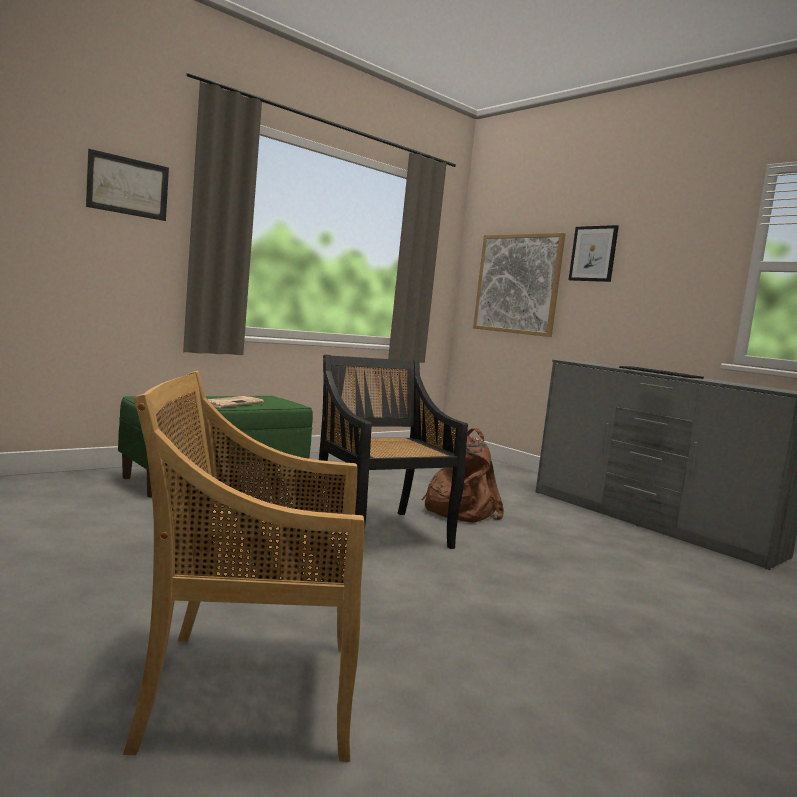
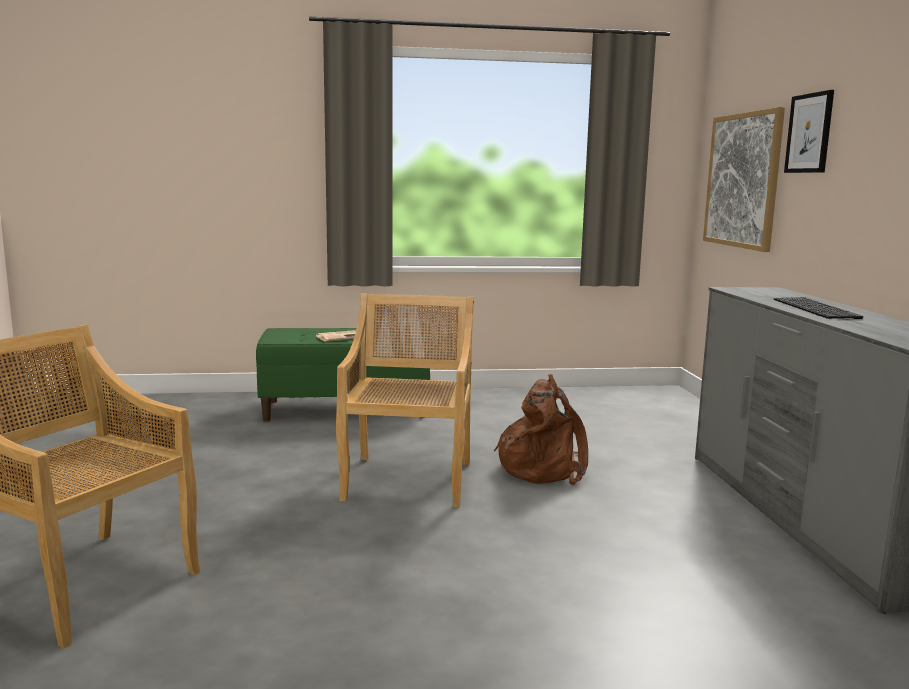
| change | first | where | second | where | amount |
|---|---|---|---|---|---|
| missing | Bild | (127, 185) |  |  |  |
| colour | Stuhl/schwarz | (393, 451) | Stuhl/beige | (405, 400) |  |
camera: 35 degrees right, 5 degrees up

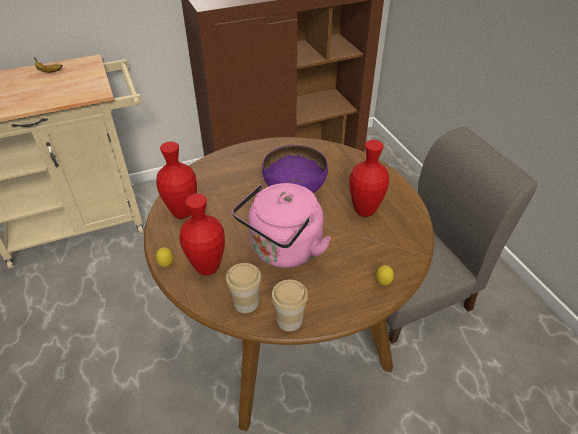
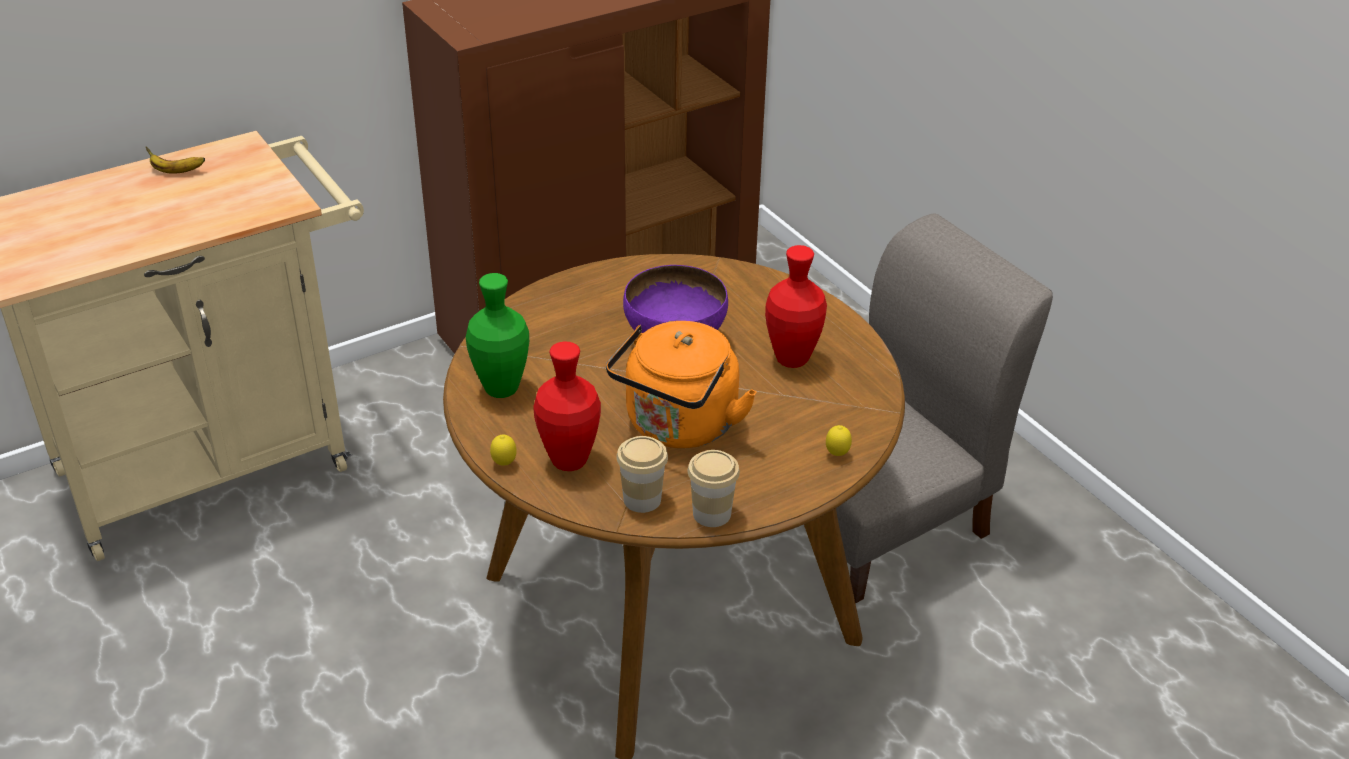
| change | first | where | second | where | amount |
|---|---|---|---|---|---|
| colour | Vase/rot | (176, 180) | Vase/grün | (497, 335) |  |
| colour | Wasserkessel/rosa | (281, 225) | Wasserkessel/orange | (681, 384) |  |
camera: 10 degrees left, 5 degrees down

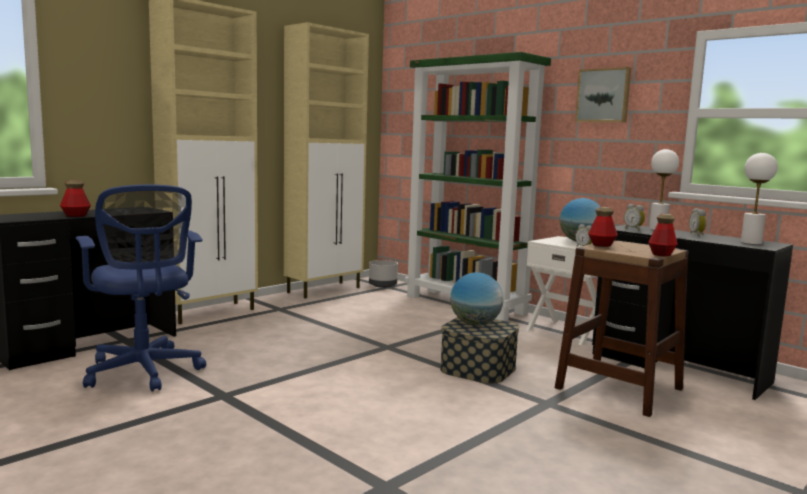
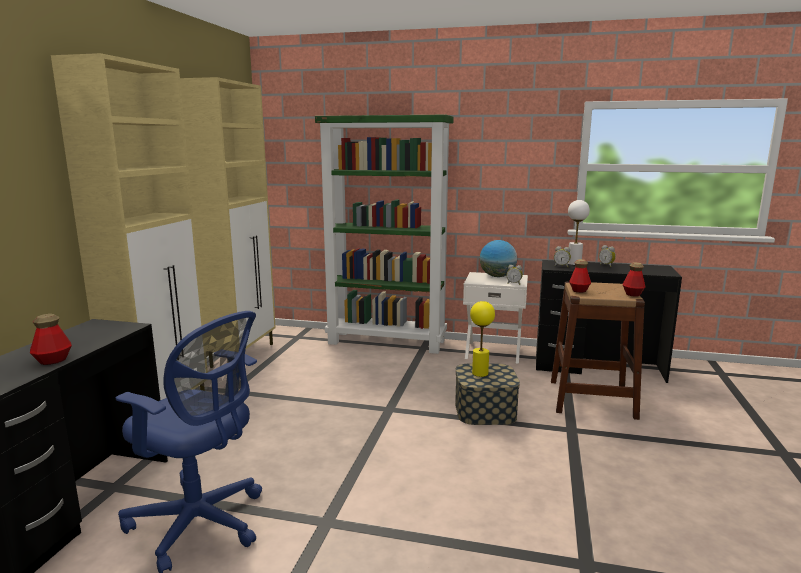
| change | first | where | second | where | amount |
|---|---|---|---|---|---|
| missing | Pflanzkübel/grau | (383, 274) |  |  |  |
| missing | Bild | (603, 94) |  |  |  |
| missing | Tischlampe/weiß | (759, 199) |  |  |  |
| exchanged | Globus | (476, 299) | Tischlampe/gelb | (482, 339) |  |
camera: 30 degrees left, 5 degrees up

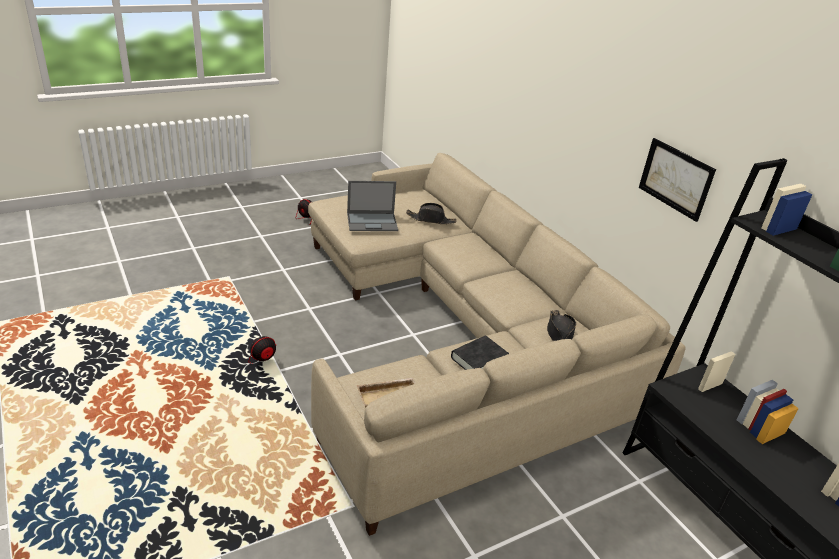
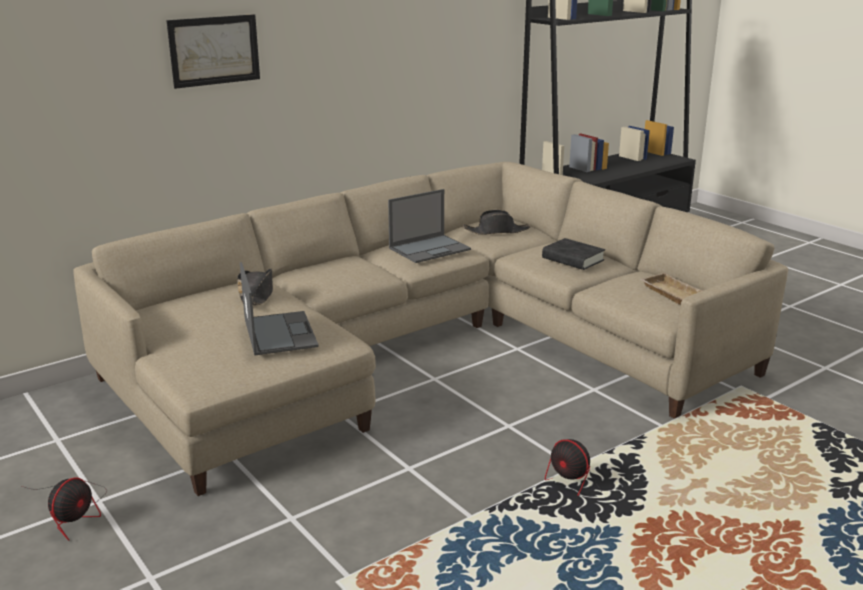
| change | first | where | second | where | amount |
|---|---|---|---|---|---|
| appeared |  |  | Laptop | (429, 226) |  |
| relocated | Bild | (677, 180) |  | (213, 51) |  |
camera: 95 degrees left, 10 degrees down

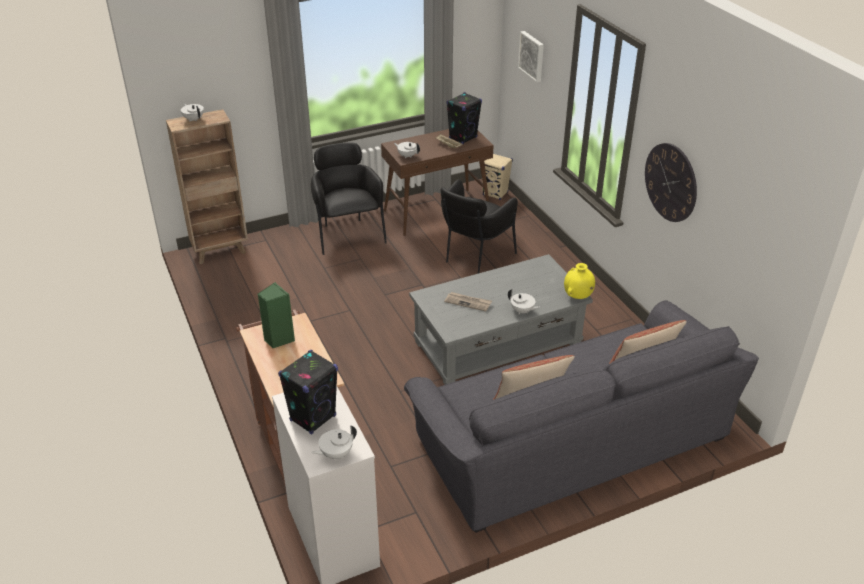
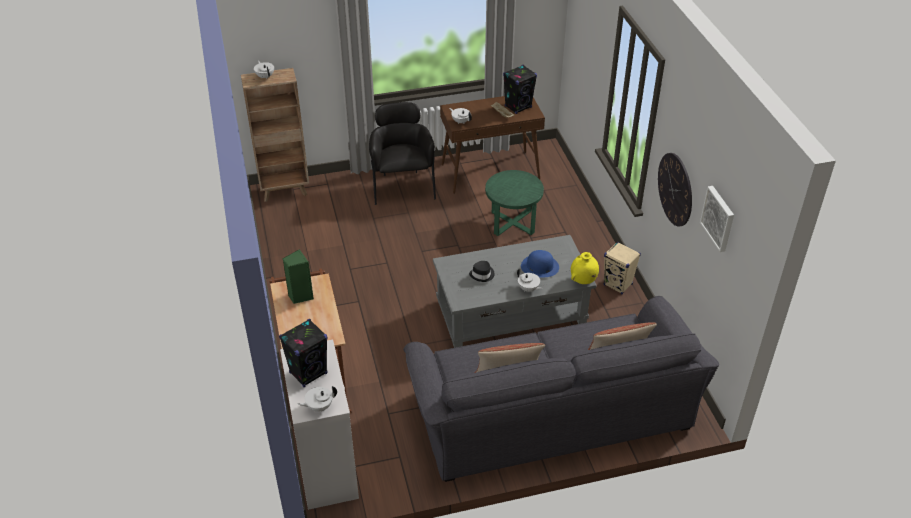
| change | first | where | second | where | amount |
|---|---|---|---|---|---|
| appeared |  |  | Hut/blau | (540, 264) |  |
| relocated | Lautsprecher/beige | (497, 177) |  | (622, 268) |  |
| relocated | Bild | (531, 56) |  | (717, 219) |  |
| exchanged | Sessel/schwarz | (479, 226) | Beistelltisch/grün | (514, 203) |  |
| exchanged | Zeitung | (468, 301) | Hut/schwarz | (481, 271) |  |
camera: 10 degrees right, 5 degrees up

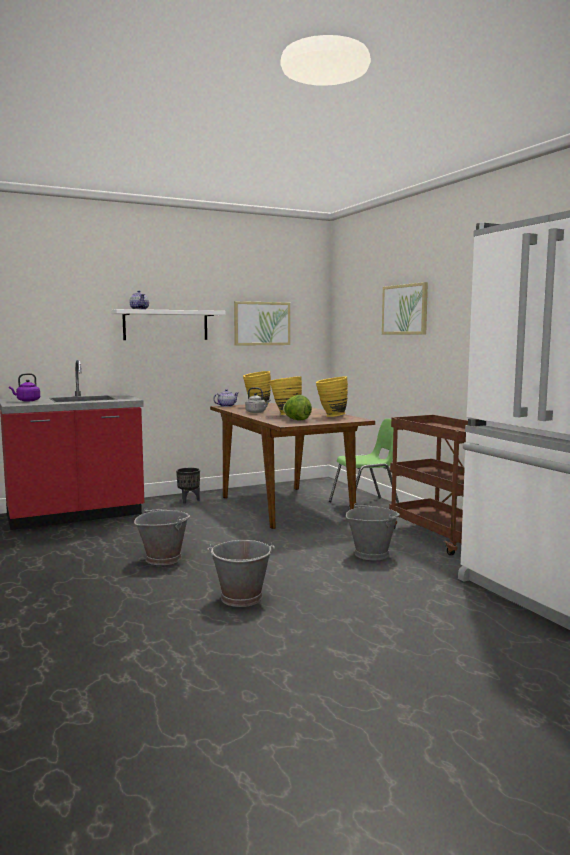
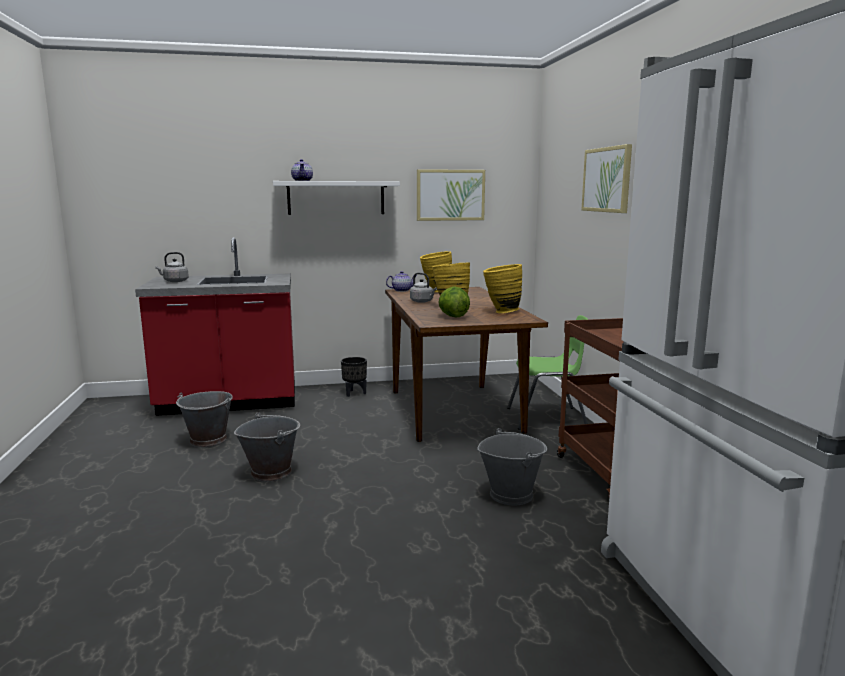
| change | first | where | second | where | amount |
|---|---|---|---|---|---|
| relocated | Eimer/grau | (241, 573) |  | (204, 419) |  |
| colour | Wasserkessel/lila | (24, 387) | Wasserkessel/grau | (172, 267) |  |
camera: 15 degrees right, 5 degrees up

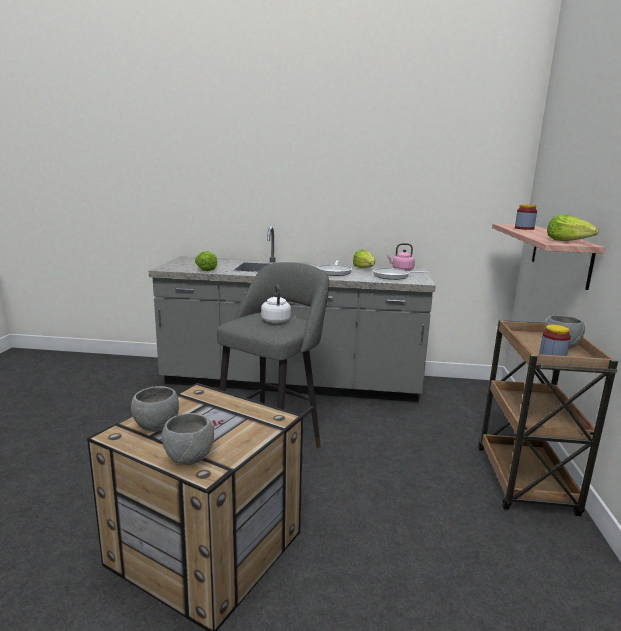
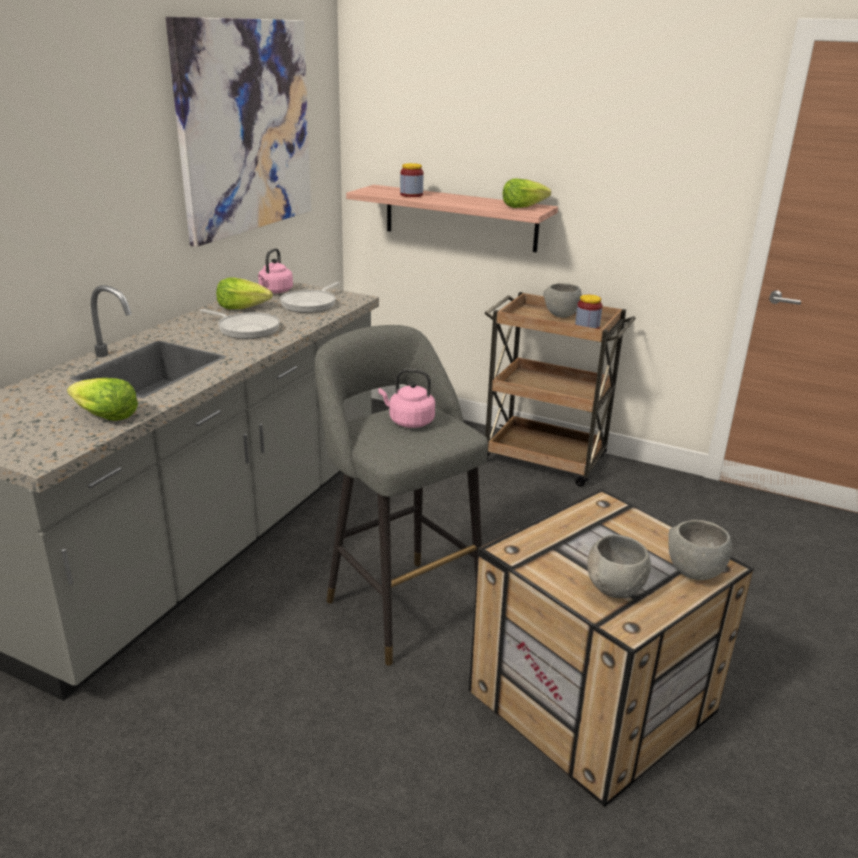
| change | first | where | second | where | amount |
|---|---|---|---|---|---|
| appeared |  |  | Bild | (238, 132) |  |
| colour | Wasserkessel/weiß | (276, 304) | Wasserkessel/rosa | (407, 398) |  |
camera: 70 degrees left, 10 degrees up

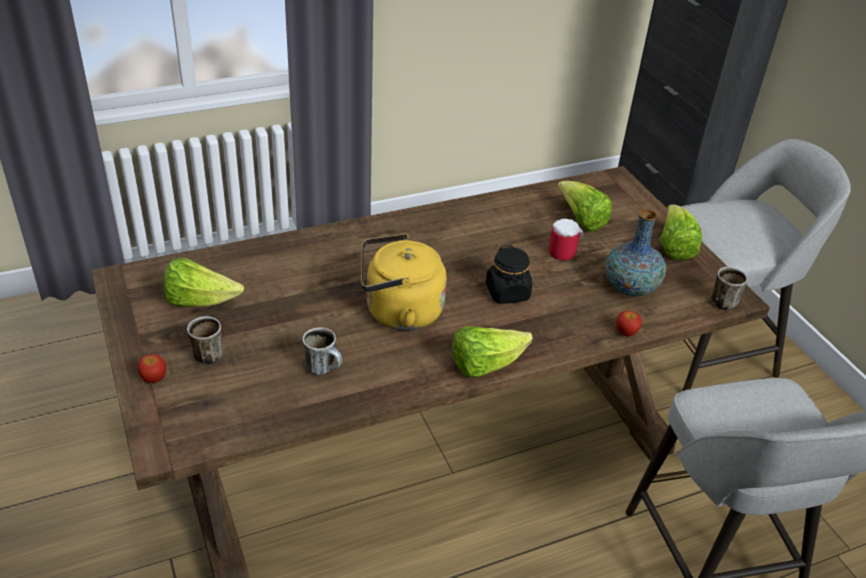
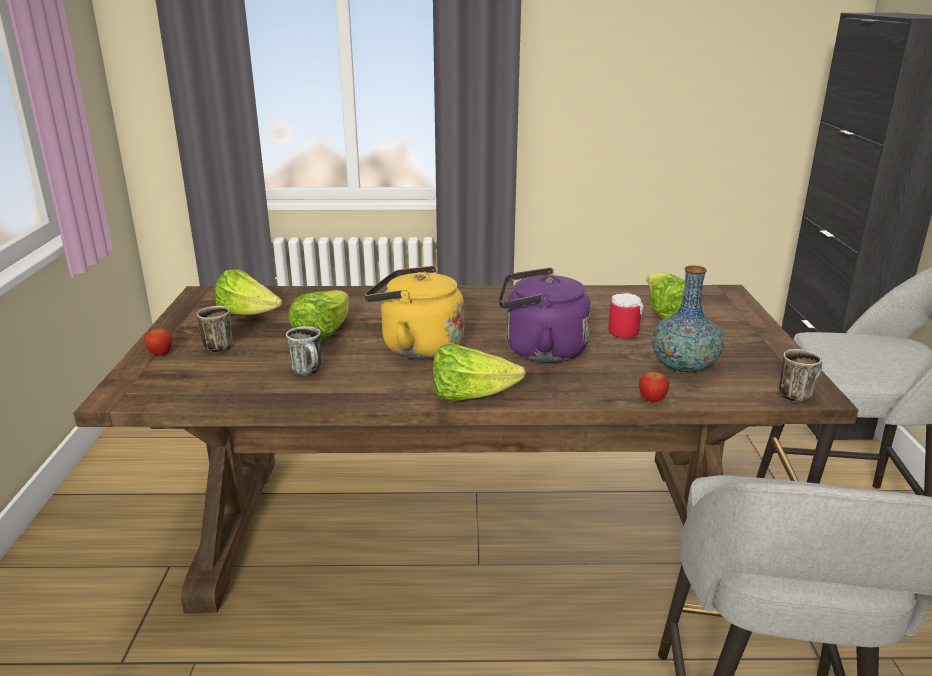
| change | first | where | second | where | amount |
|---|---|---|---|---|---|
| relocated | Salatkopf | (681, 232) |  | (318, 315) |  |
| exchanged | Vorratsglas/schwarz | (509, 274) | Wasserkessel/lila | (545, 315) |  |
camera: 25 degrees right, 15 degrees down

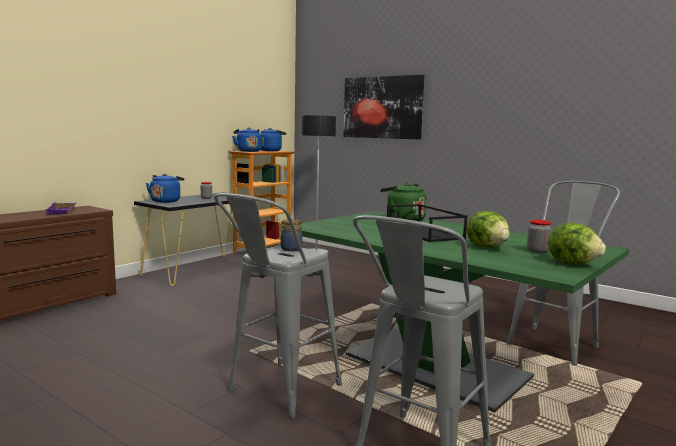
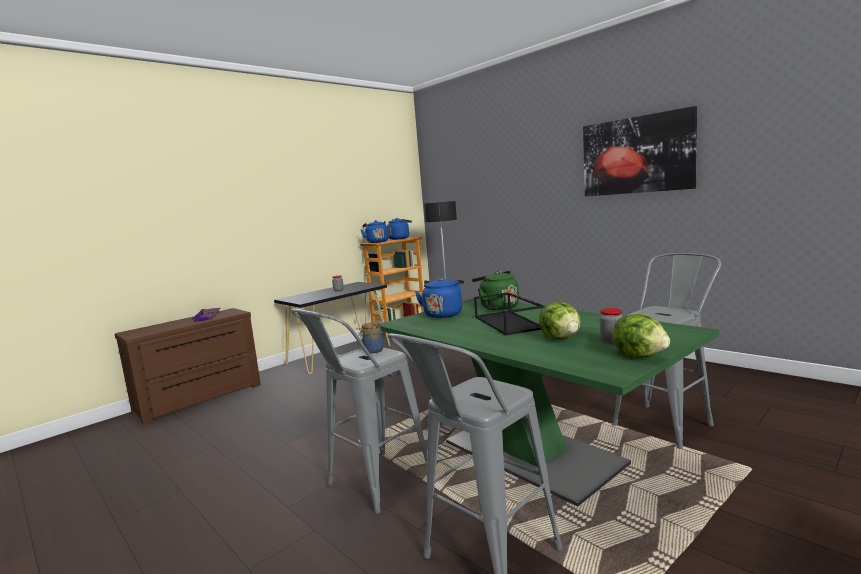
| change | first | where | second | where | amount |
|---|---|---|---|---|---|
| relocated | Wasserkessel/blau | (165, 188) |  | (439, 298) |  |
| relocated | Bild | (383, 107) |  | (640, 151) |  |
camera: 10 degrees right, 0 degrees up

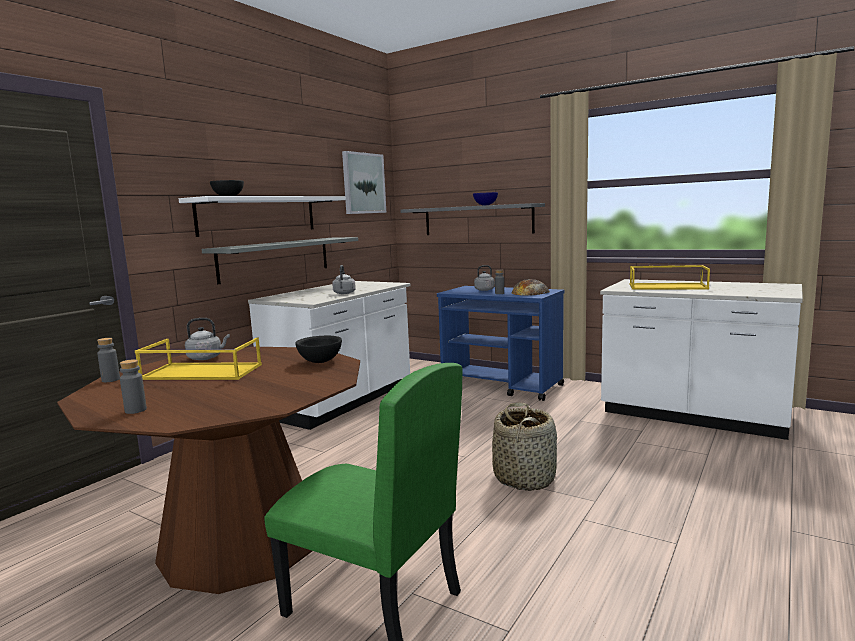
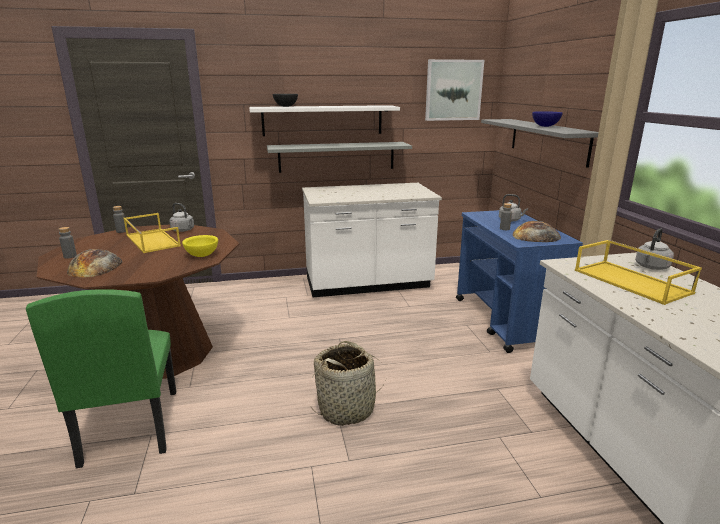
| change | first | where | second | where | amount |
|---|---|---|---|---|---|
| appeared |  |  | Brot | (95, 263) |  |
| relocated | Wasserkessel/grau | (344, 279) |  | (654, 249) |  |
| colour | Schüssel/schwarz | (318, 349) | Schüssel/gelb | (200, 246) |  |
camera: 45 degrees right, 10 degrees up

